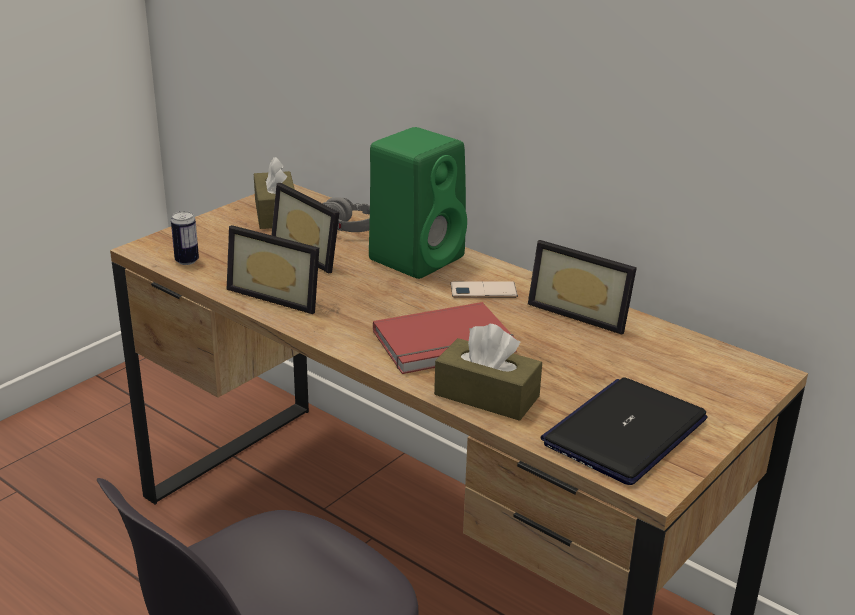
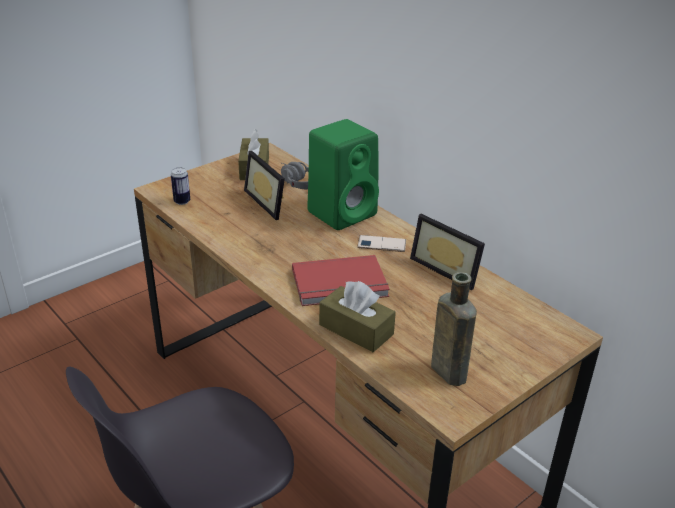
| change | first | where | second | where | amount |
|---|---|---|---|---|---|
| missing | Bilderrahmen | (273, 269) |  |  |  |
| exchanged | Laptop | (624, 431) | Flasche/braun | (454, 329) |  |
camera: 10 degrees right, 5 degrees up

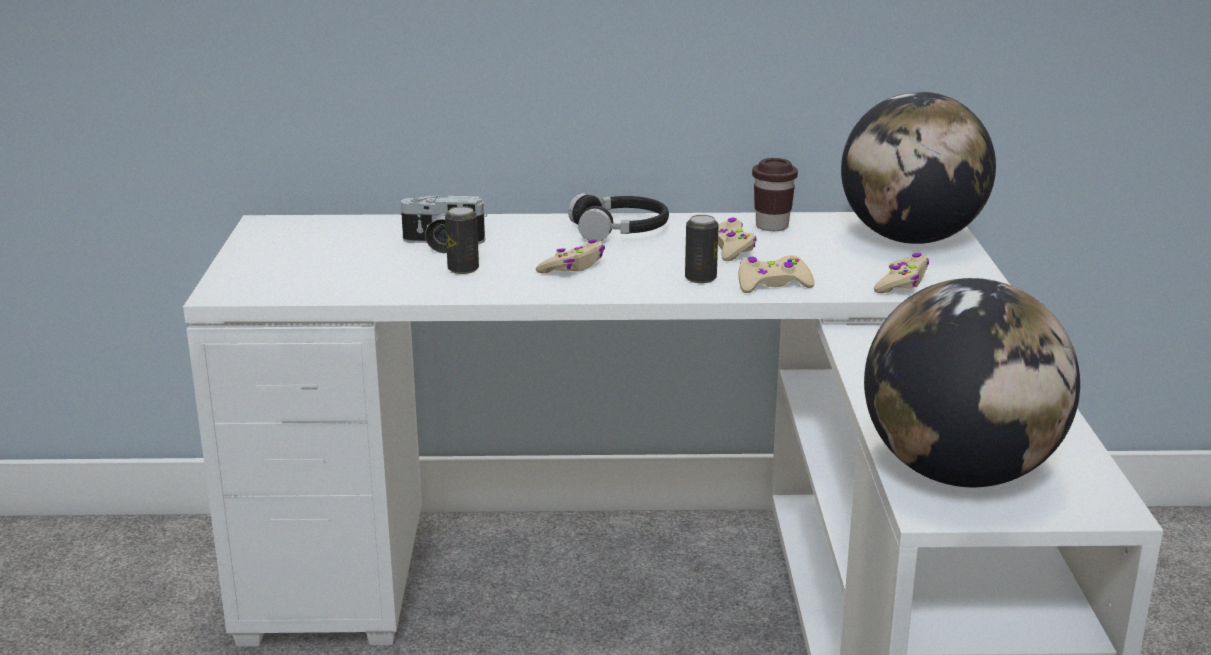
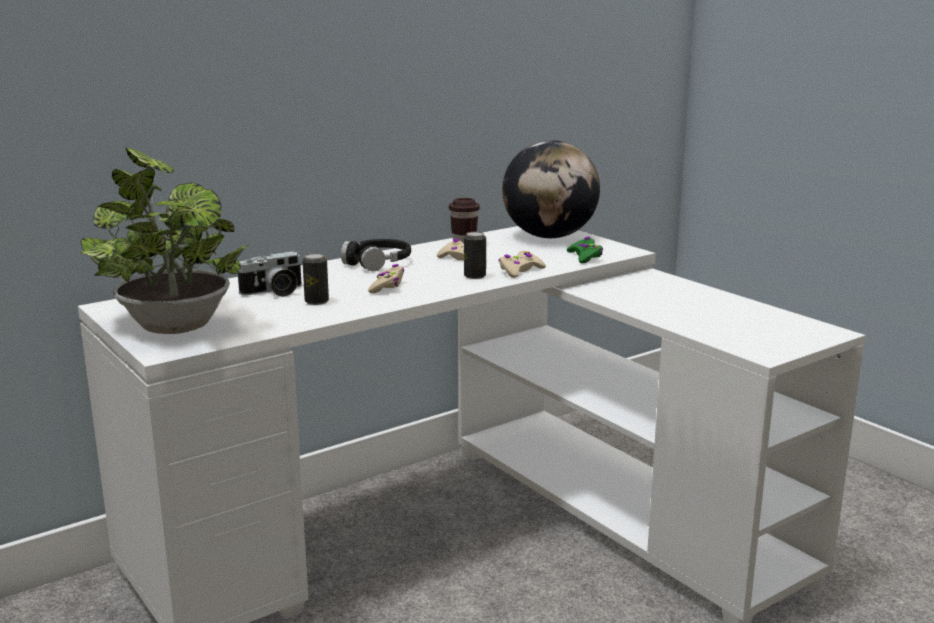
| change | first | where | second | where | amount |
|---|---|---|---|---|---|
| missing | Globus | (972, 382) |  |  |  |
| appeared |  |  | Topfpflanze | (165, 241) |  |
| colour | Gamepad/beige | (901, 273) | Gamepad/grün | (585, 250) |  |
camera: 35 degrees left, 5 degrees down

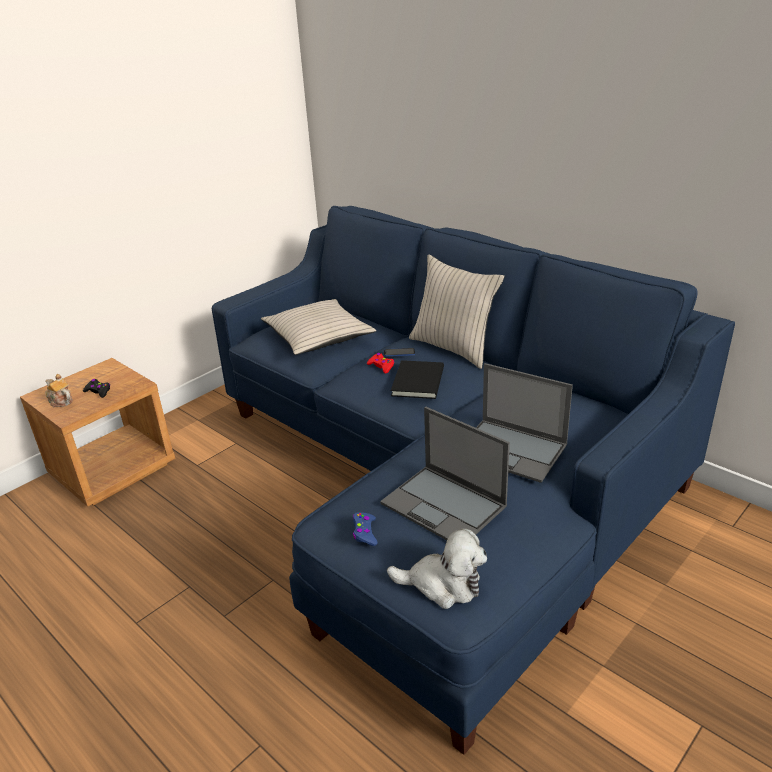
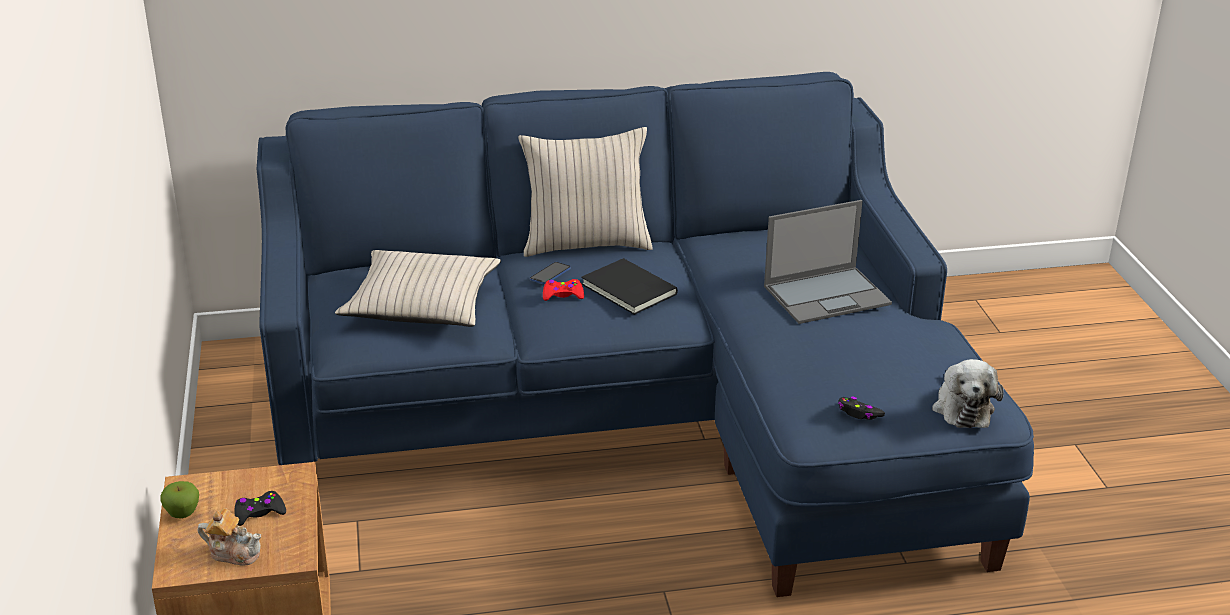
| change | first | where | second | where | amount |
|---|---|---|---|---|---|
| missing | Laptop | (445, 473) |  |  |  |
| appeared |  |  | Apfel | (179, 499) |  |
| colour | Gamepad/blau | (365, 529) | Gamepad/schwarz | (861, 408) |  |
| spun | Teekanne | (59, 390) |  | (229, 537) | 150 degrees counterclockwise |
| spun | Plüschtier | (437, 568) |  | (968, 393) | 135 degrees clockwise |
camera: 55 degrees left, 0 degrees up

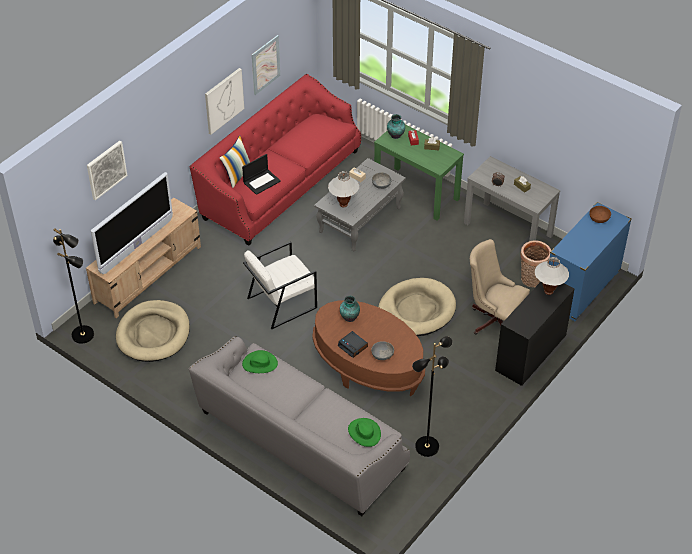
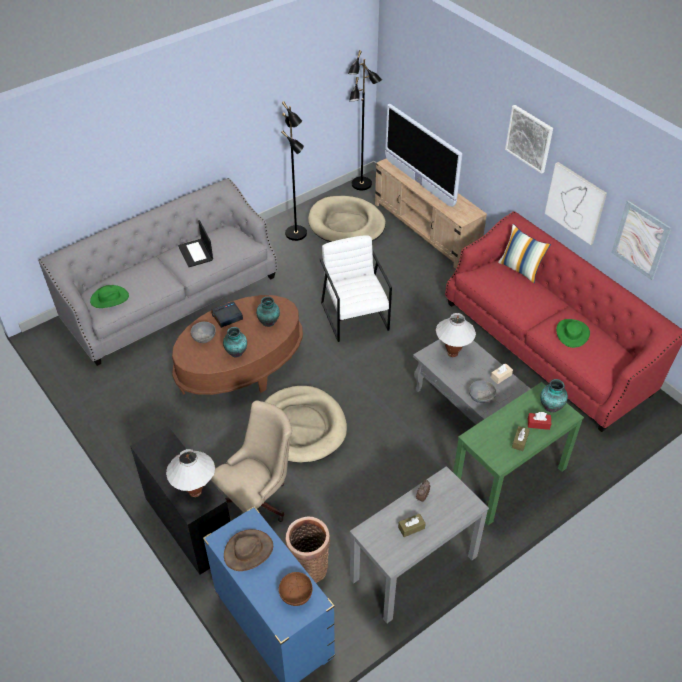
| change | first | where | second | where | amount |
|---|---|---|---|---|---|
| appeared |  |  | Vase | (235, 342) |  |
| appeared |  |  | Hut/braun | (248, 550) |  |
| relocated | Bild | (107, 170) |  | (529, 139) |  |
| relocated | Laptop | (261, 174) |  | (195, 243) |  |
| relocated | Hut/grün | (260, 361) |  | (573, 333) |  |
| relocated | Stehlampe/schwarz | (432, 396) |  | (294, 171) |  |
camera: 105 degrees right, 0 degrees up

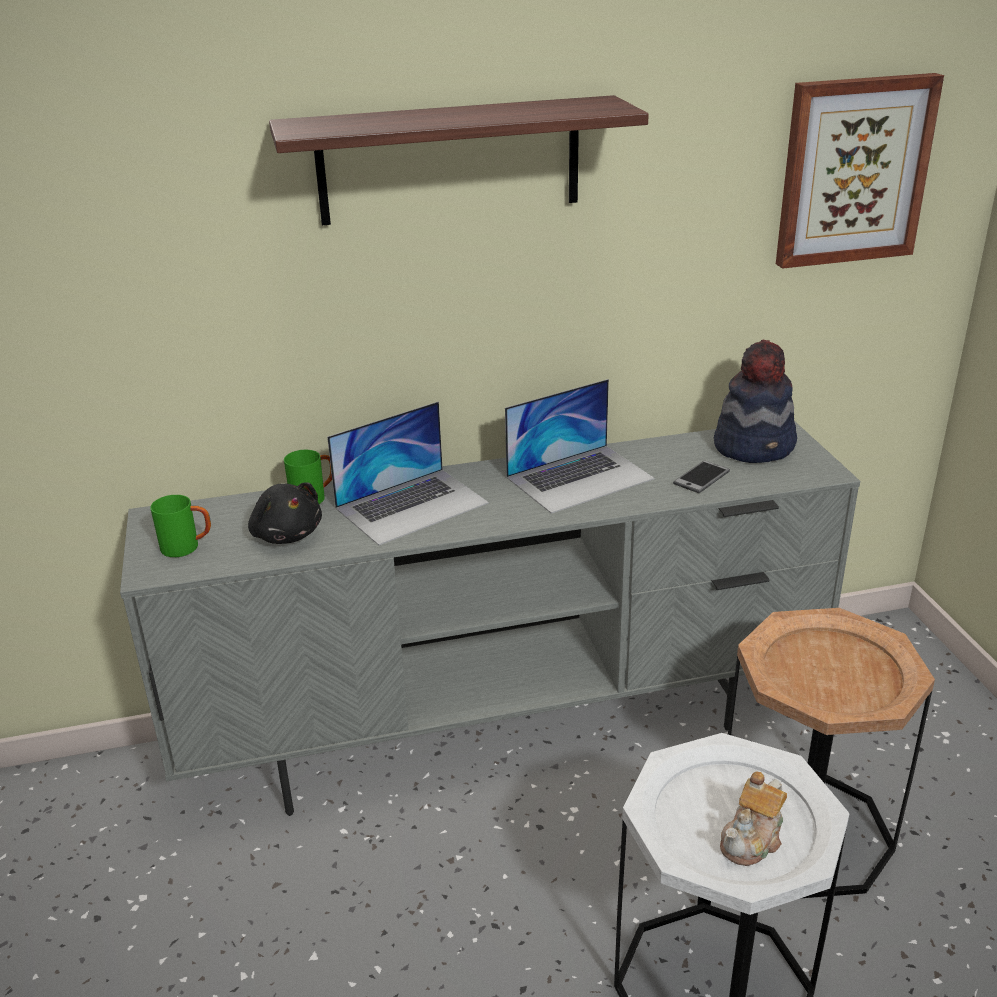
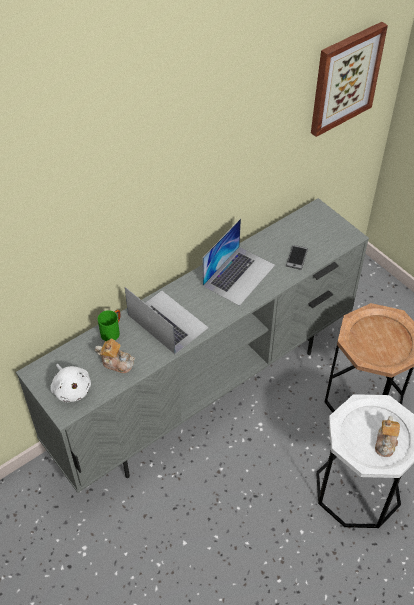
| change | first | where | second | where | amount |
|---|---|---|---|---|---|
| missing | Wandregal | (459, 160) |  |  |  |
| missing | Hut | (755, 401) |  |  |  |
| exchanged | Henkelbecher/grün | (180, 526) | Plüschtier/weiß | (70, 383) |  |
| exchanged | Plüschtier/schwarz | (285, 513) | Teekanne | (115, 356) |  |
| spun | Laptop | (408, 473) |  | (167, 320) | 75 degrees counterclockwise |
camera: 25 degrees left, 20 degrees up

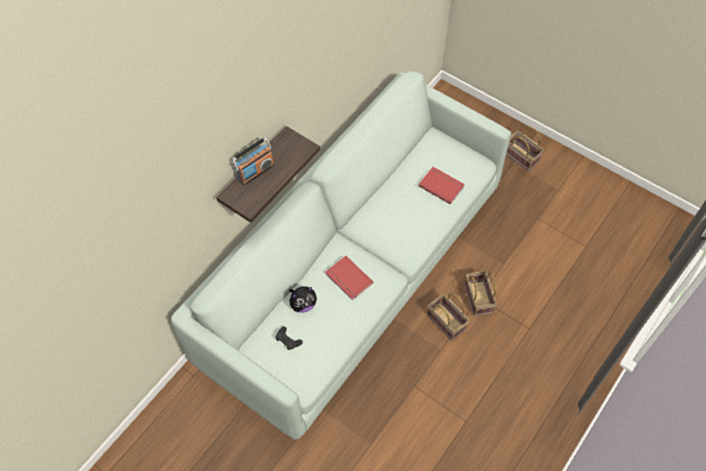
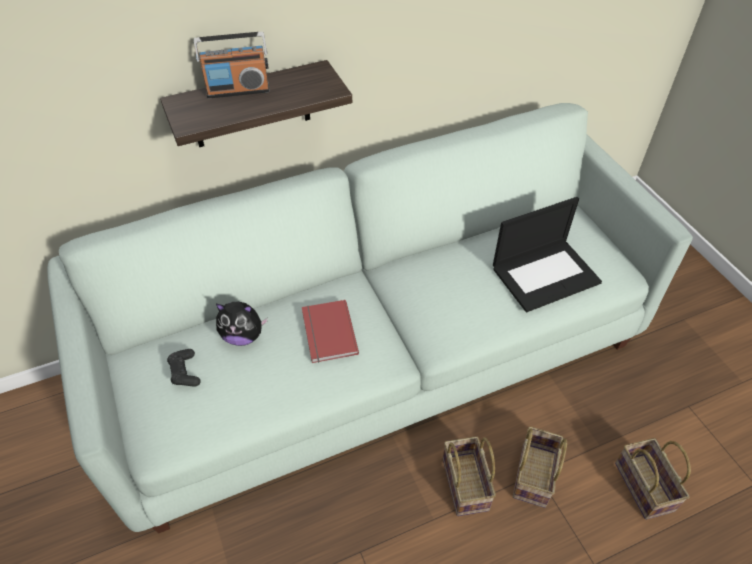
| change | first | where | second | where | amount |
|---|---|---|---|---|---|
| relocated | Korb | (525, 149) |  | (653, 479) |  |
| exchanged | Buch/rot | (441, 185) | Laptop | (547, 254) |  |
camera: 30 degrees right, 10 degrees down

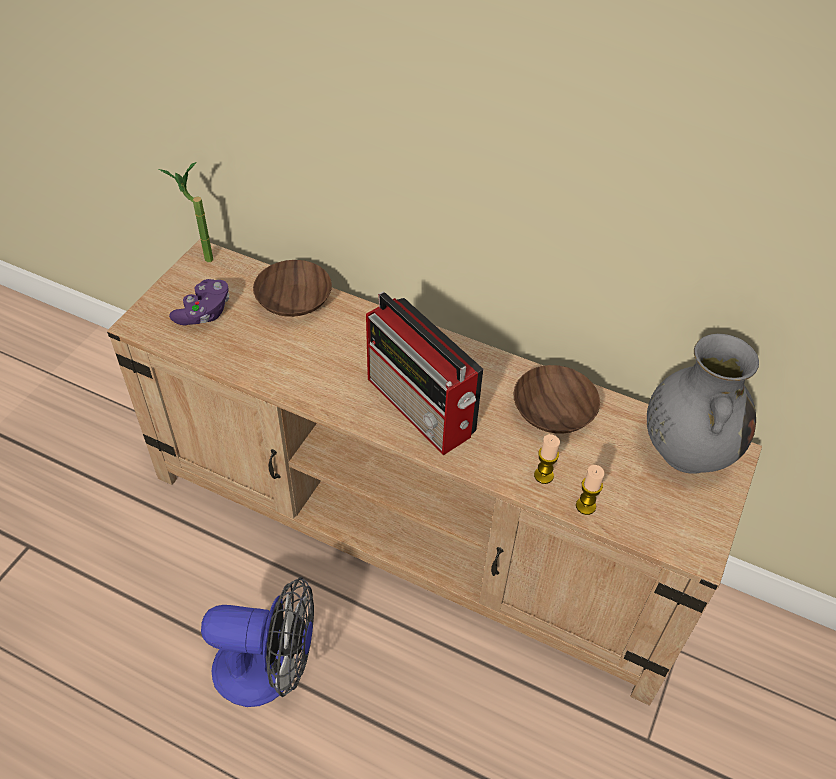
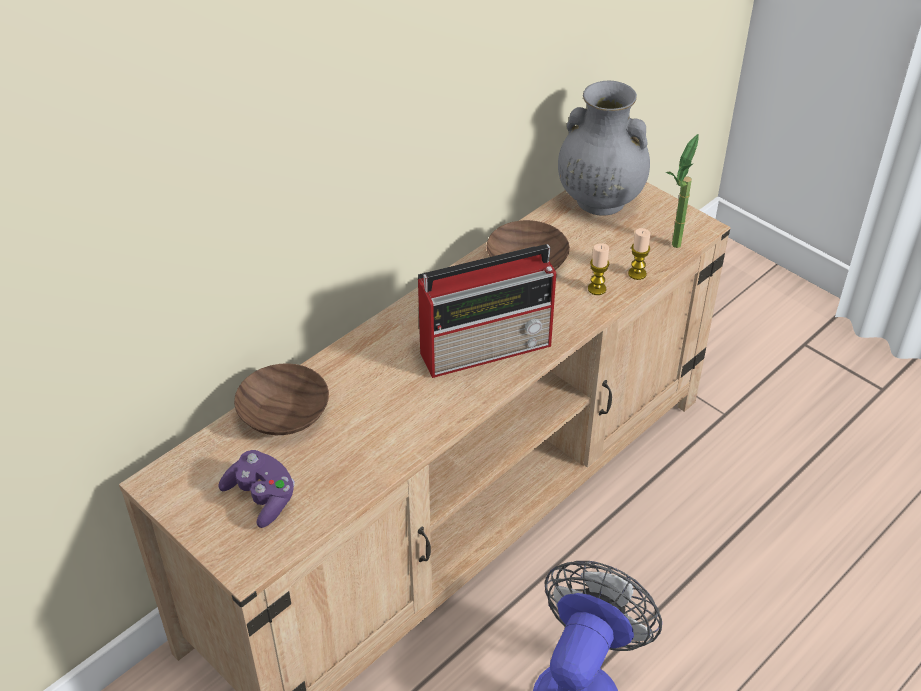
| change | first | where | second | where | amount |
|---|---|---|---|---|---|
| relocated | Topfpflanze | (186, 212) |  | (682, 191) |  |
camera: 70 degrees left, 5 degrees down

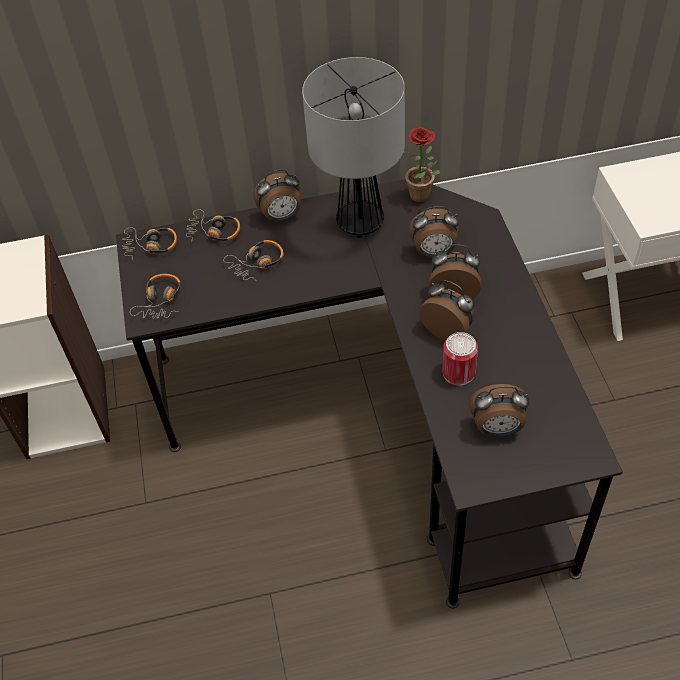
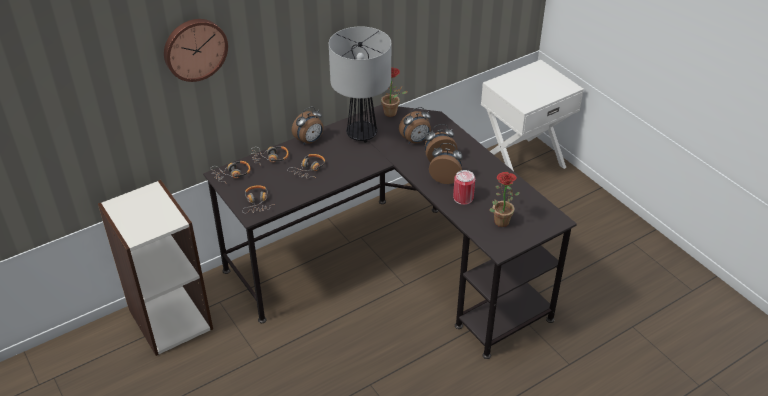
| change | first | where | second | where | amount |
|---|---|---|---|---|---|
| appeared |  |  | Wanduhr | (196, 50) |  |
| exchanged | Wecker | (500, 410) | Topfpflanze | (505, 199) |  |
camera: 25 degrees left, 10 degrees down

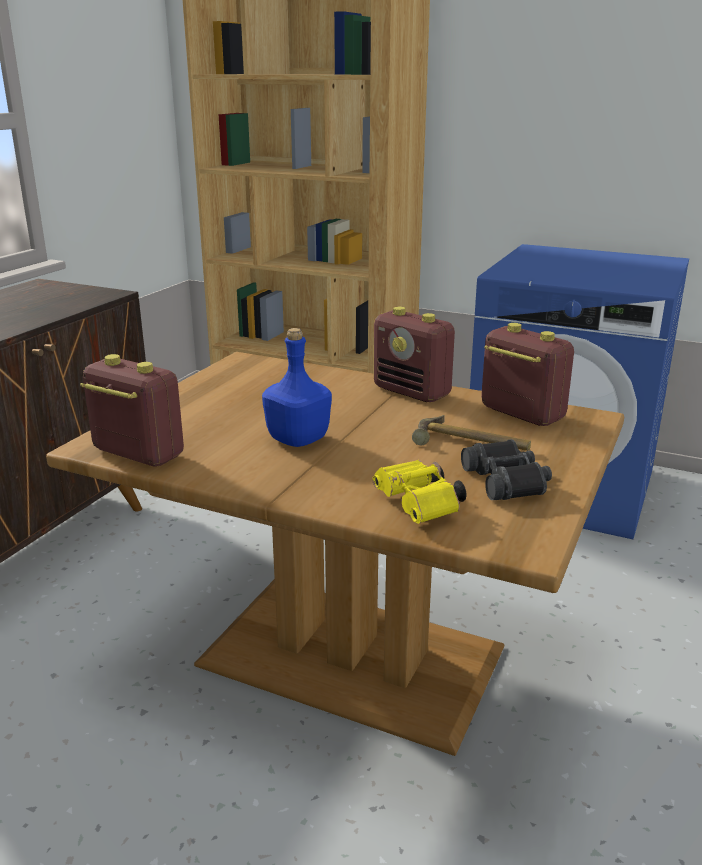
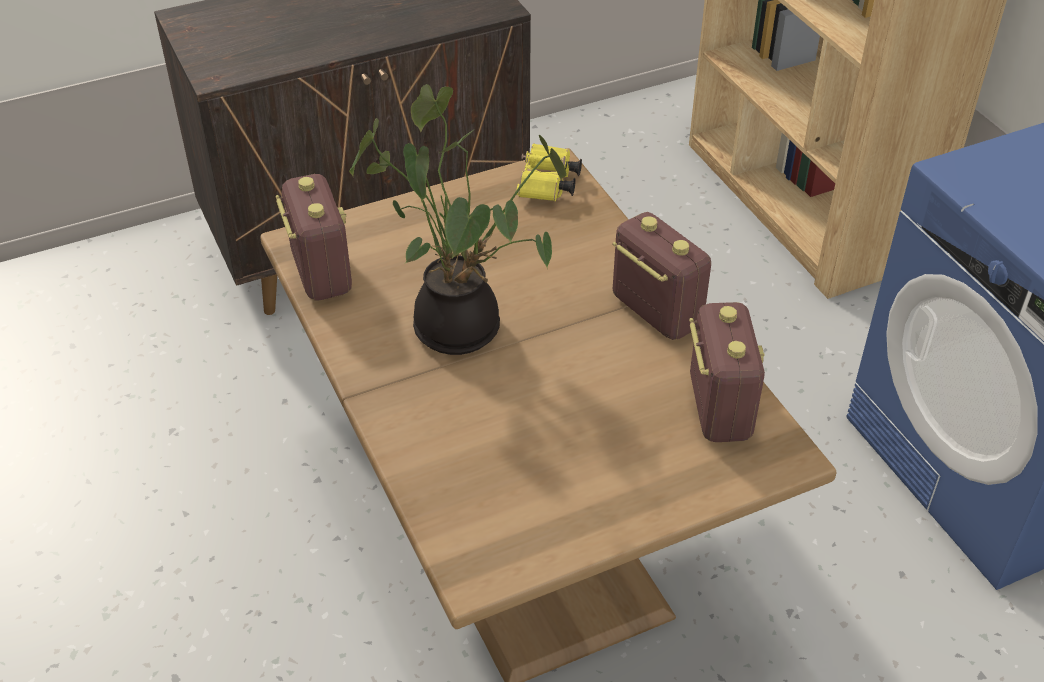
| change | first | where | second | where | amount |
|---|---|---|---|---|---|
| missing | Hammer | (471, 433) |  |  |  |
| missing | Fernglas/schwarz | (506, 469) |  |  |  |
| relocated | Fernglas/gelb | (419, 492) |  | (549, 172) |  |
| exchanged | Flasche/blau | (297, 387) | Topfpflanze | (458, 219) |  |
| spun | Radio | (414, 354) |  | (661, 276) | 150 degrees clockwise |
camera: 40 degrees right, 20 degrees up

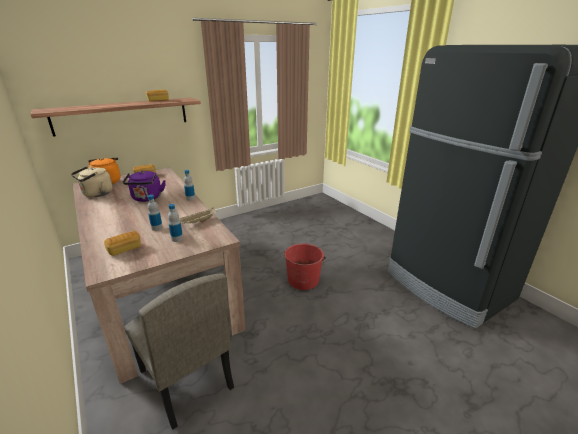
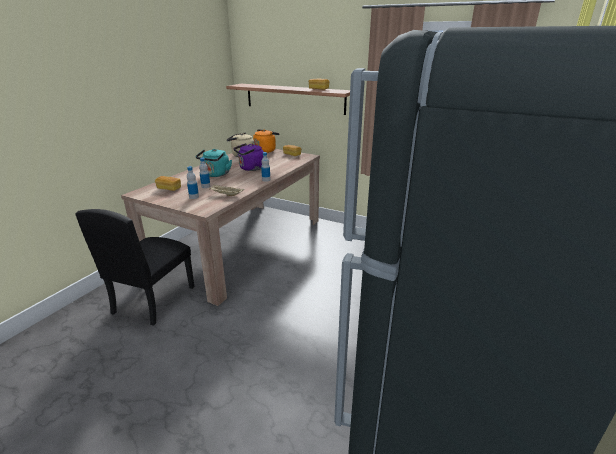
| change | first | where | second | where | amount |
|---|---|---|---|---|---|
| missing | Eimer/rot | (305, 266) |  |  |  |
| appeared |  |  | Wasserkessel/türkis | (214, 163) |  |
| colour | Stuhl/beige | (179, 351) | Stuhl/schwarz | (135, 267) |  |
camera: 60 degrees right, 0 degrees up

